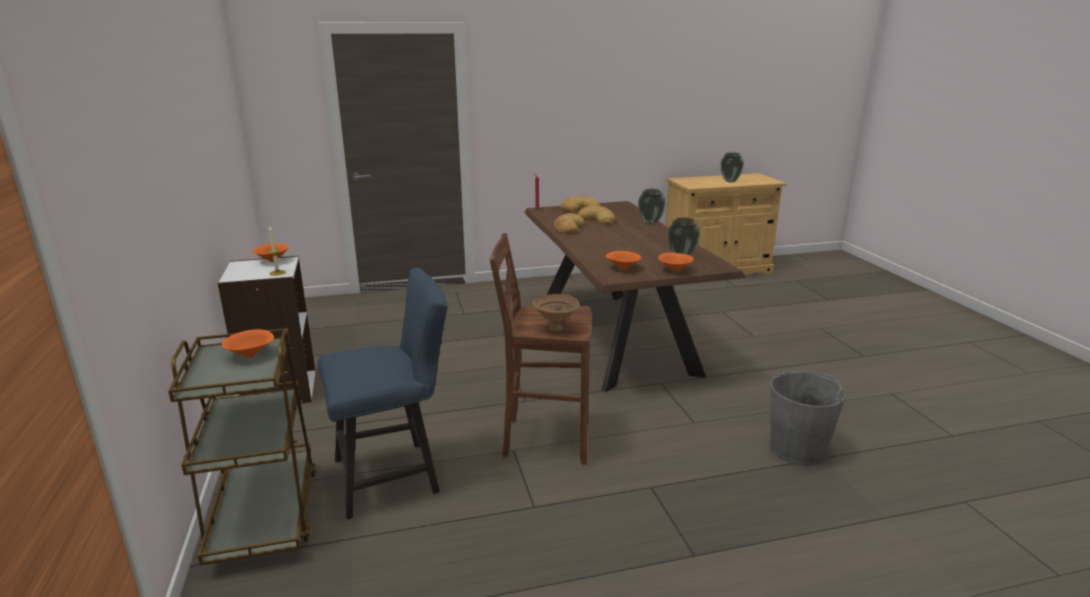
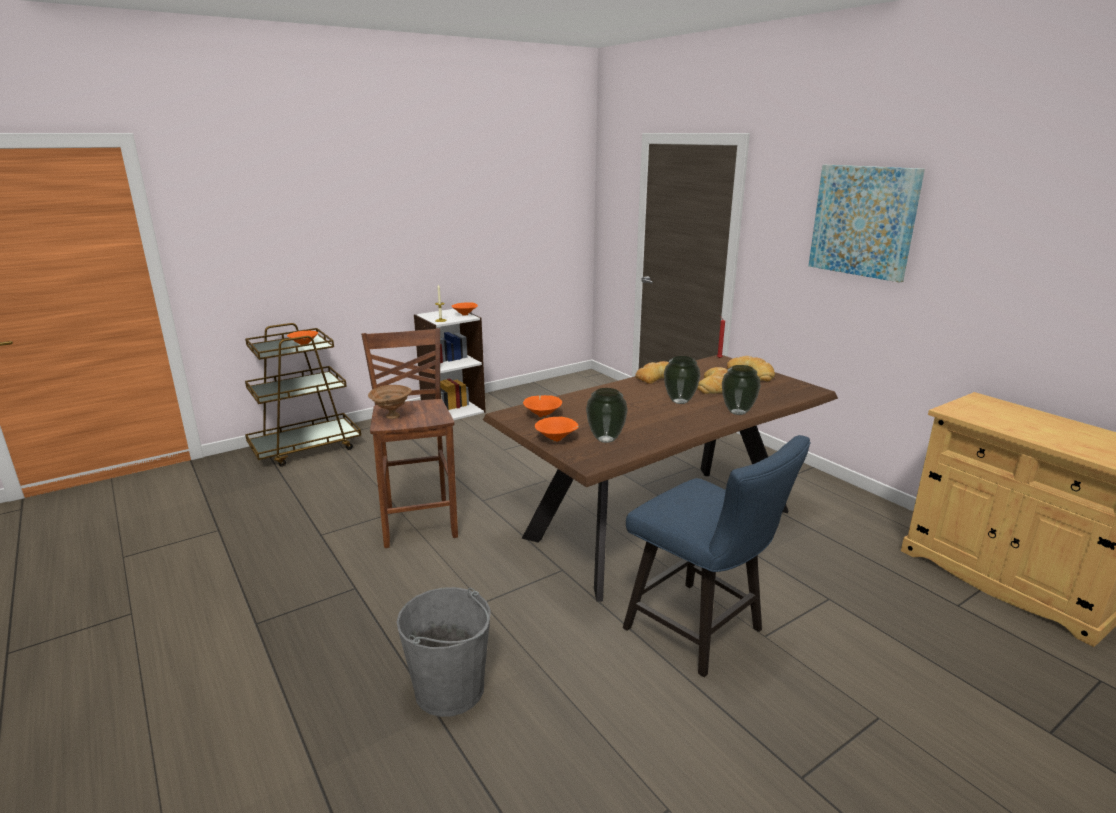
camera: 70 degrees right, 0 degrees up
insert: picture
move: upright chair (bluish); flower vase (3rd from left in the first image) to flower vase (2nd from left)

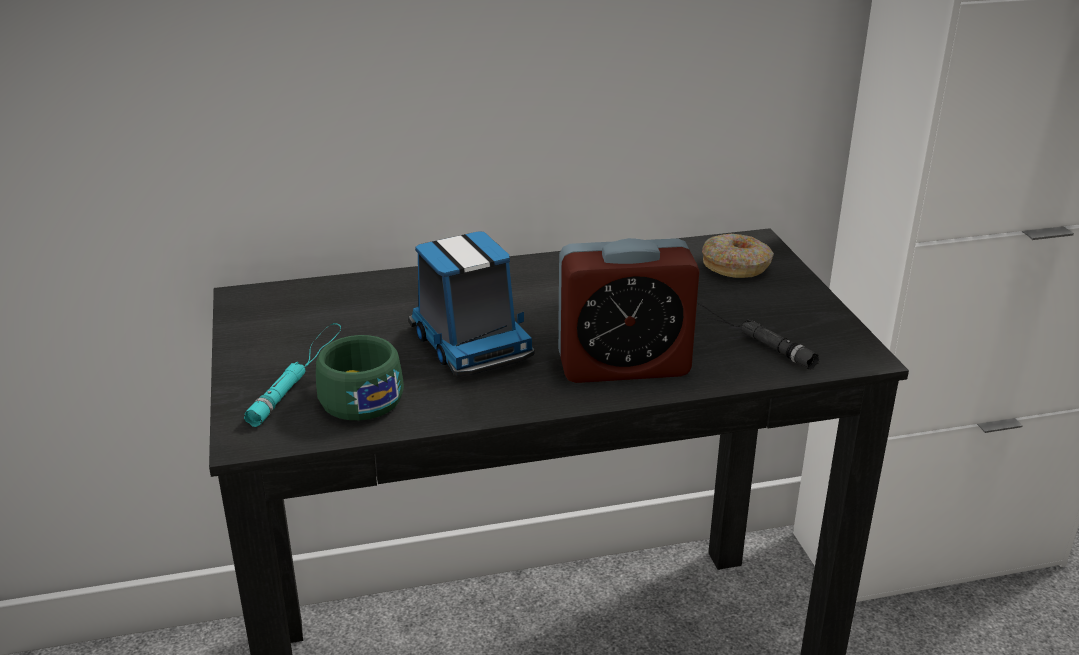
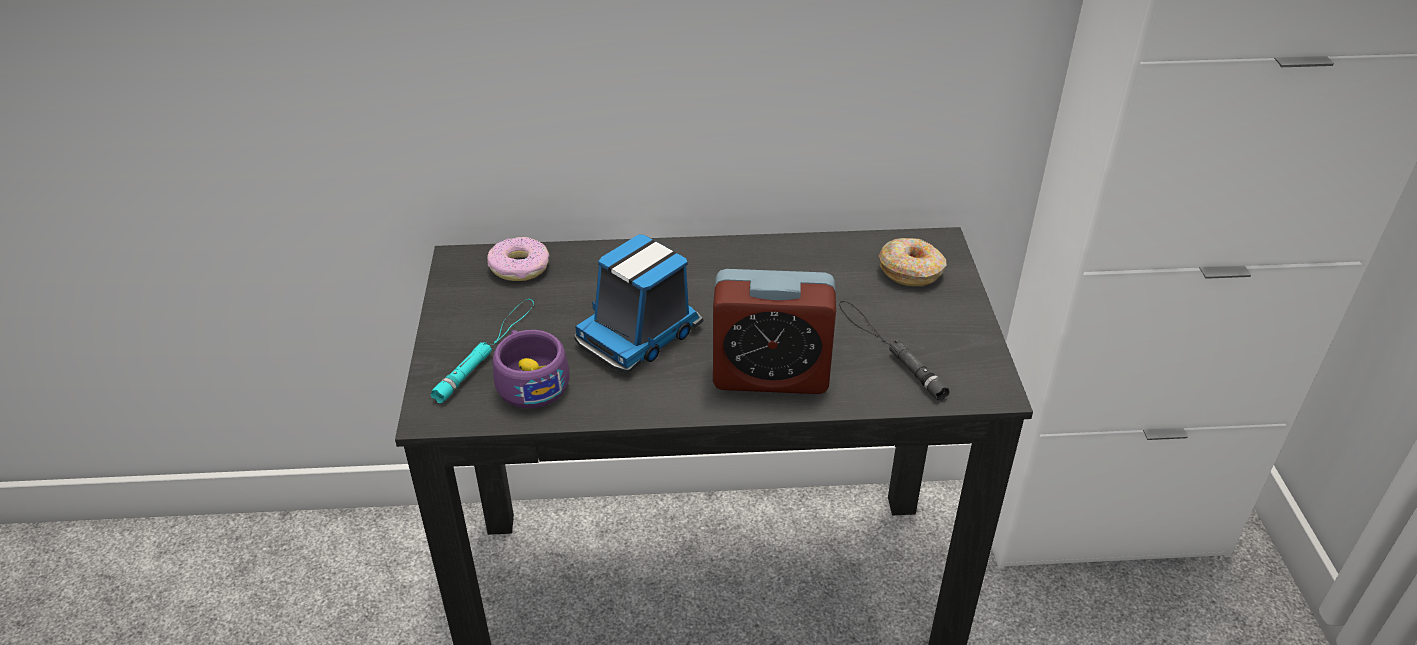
camera: 10 degrees right, 10 degrees up
insert: ring doughnut (1st from left)
recolor: drinking cup (green) to drinking cup (purple)
rotate: model truck 60 degrees clockwise

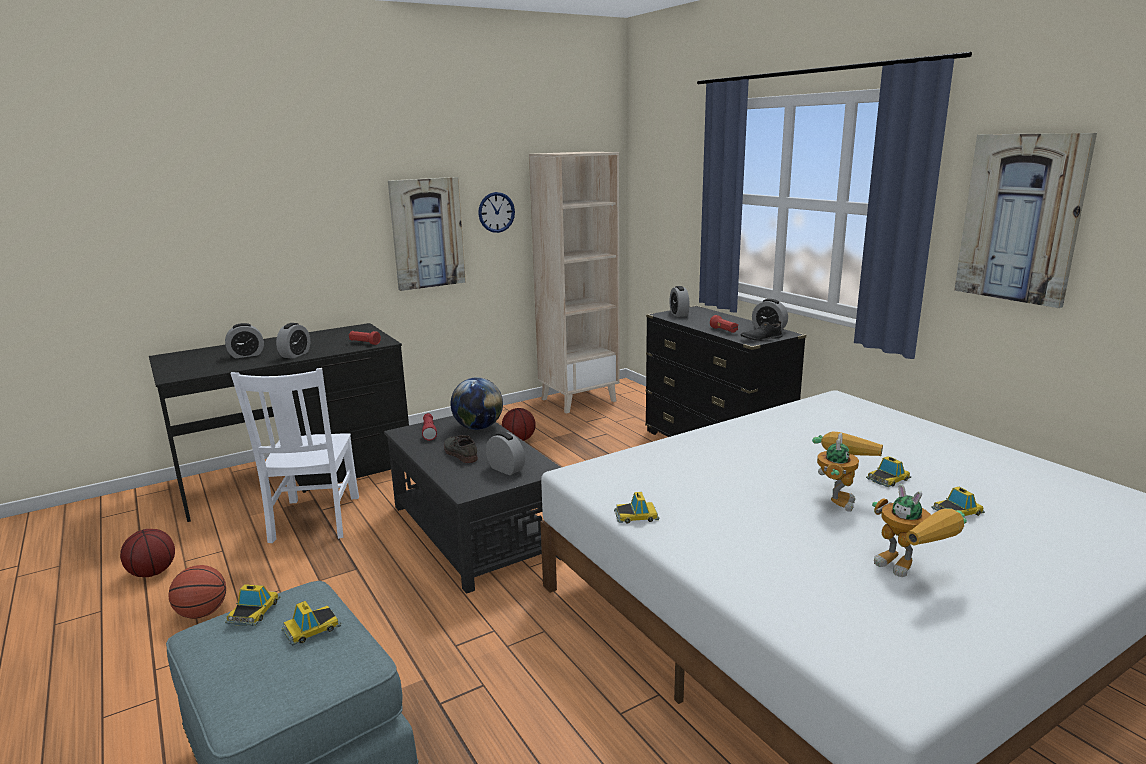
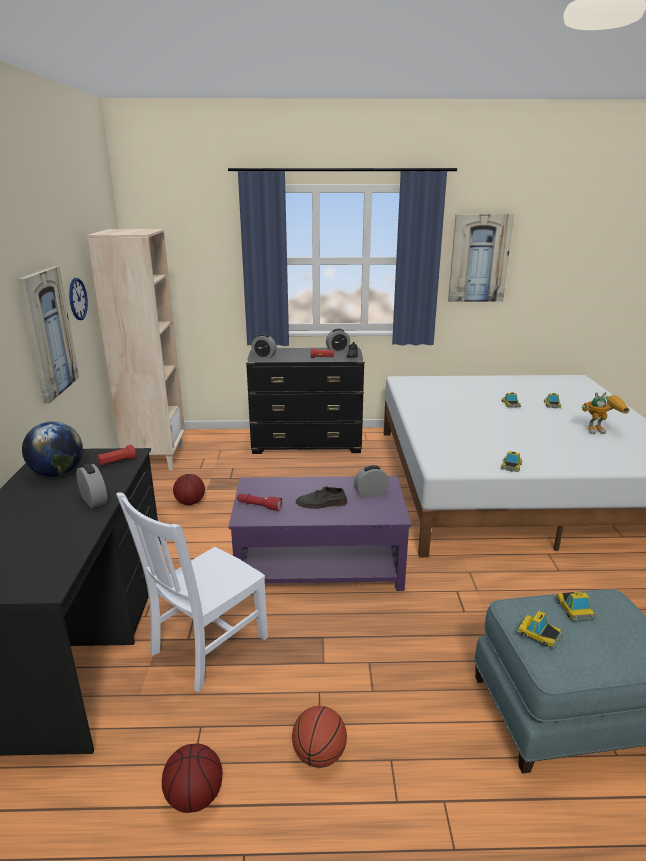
camera: 60 degrees left, 5 degrees up
delete: bedside clock (1st from left); toy robot (1st from left)
move: globe
recolor: coffee table (black) to coffee table (purple)
rotate: upright chair (white) 105 degrees clockwise

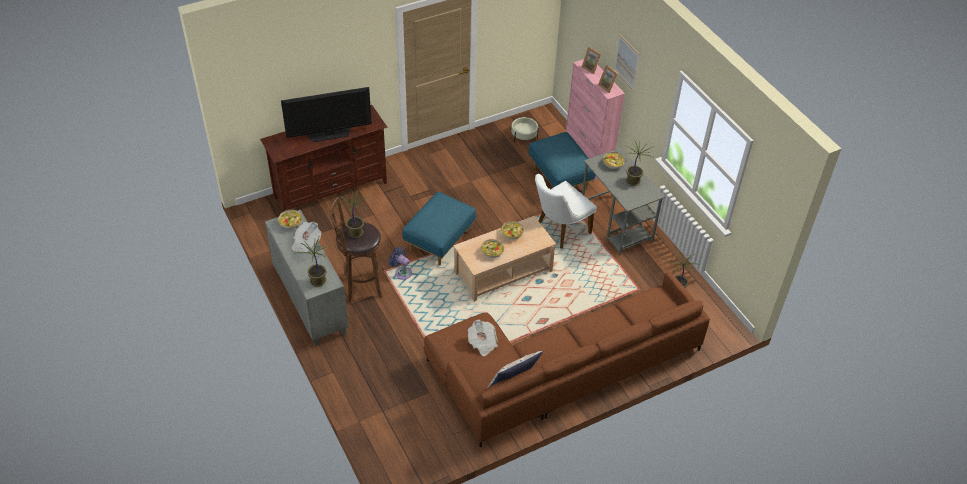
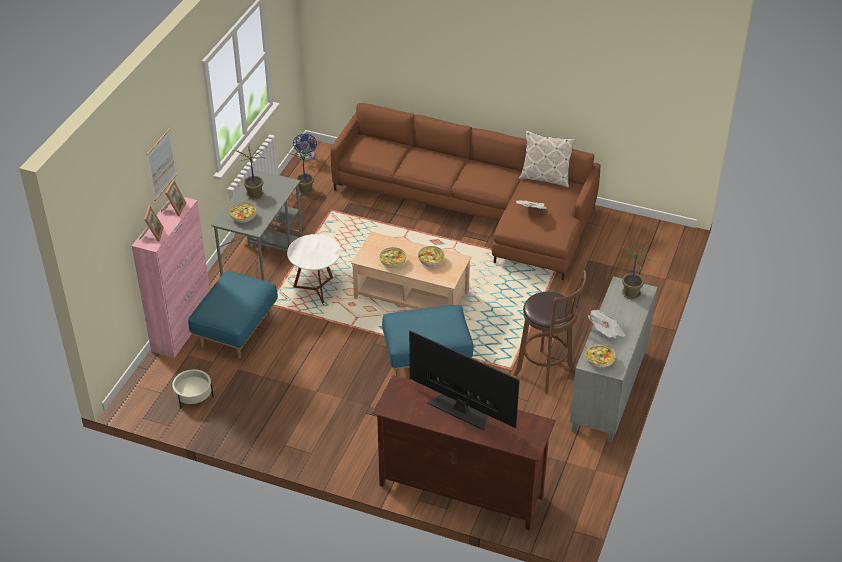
camera: 130 degrees left, 5 degrees down
delete: houseplant (2nd from left)
move: fan (bluish)
replace: upright chair (white) to accent table (white)

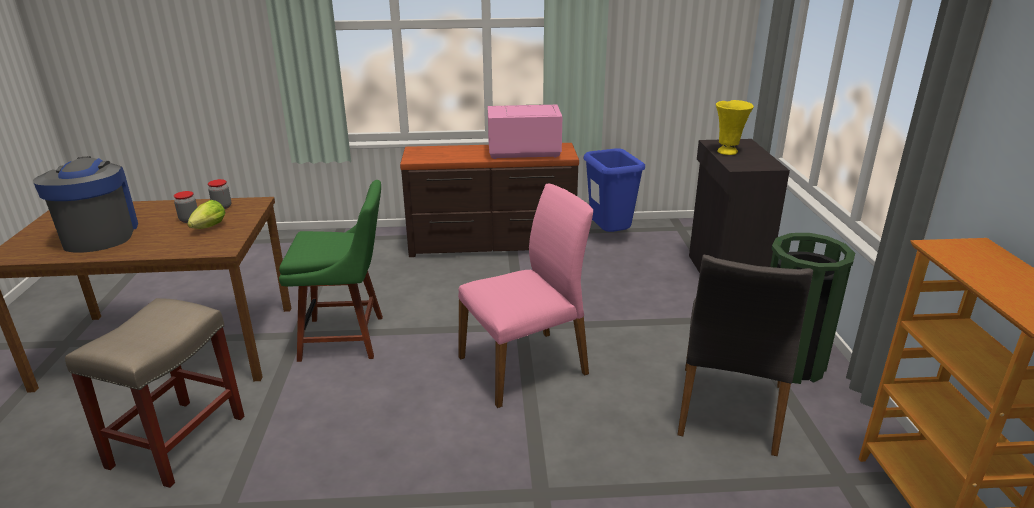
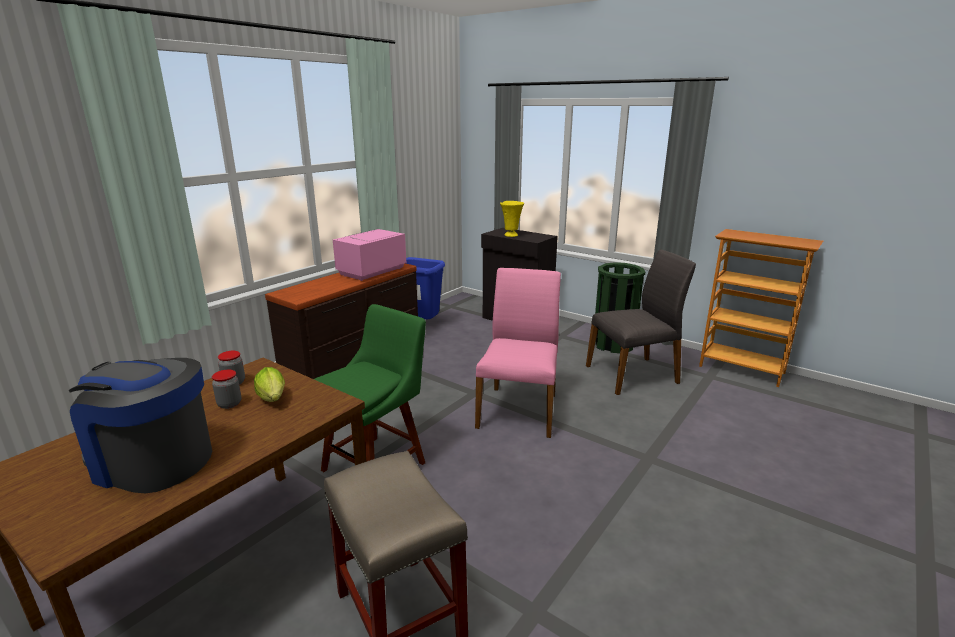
camera: 50 degrees left, 5 degrees down
rotate: upright chair (gray) 75 degrees counterclockwise

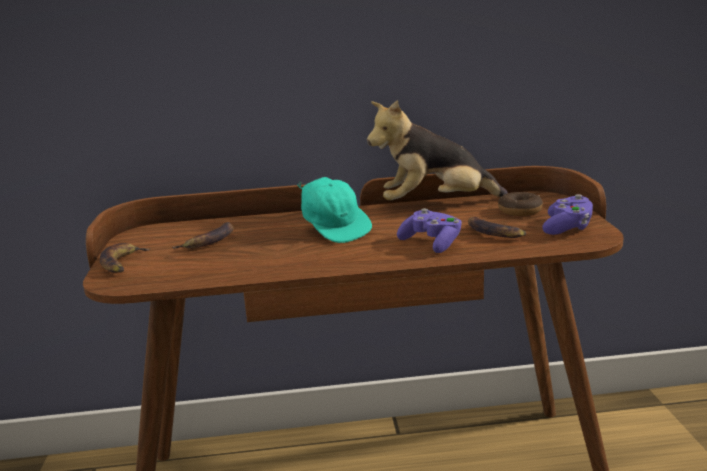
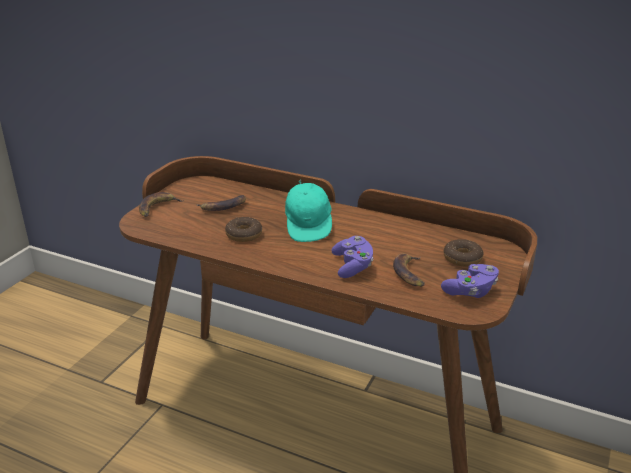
camera: 30 degrees right, 10 degrees up
delete: cuddly toy
insert: ring doughnut (1st from left)

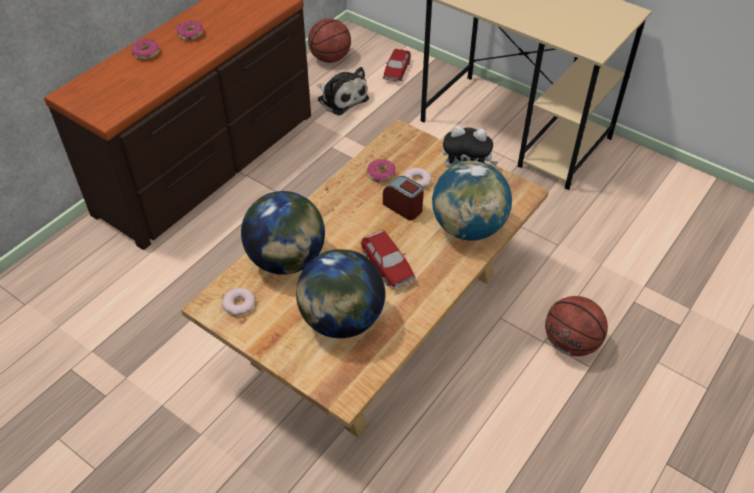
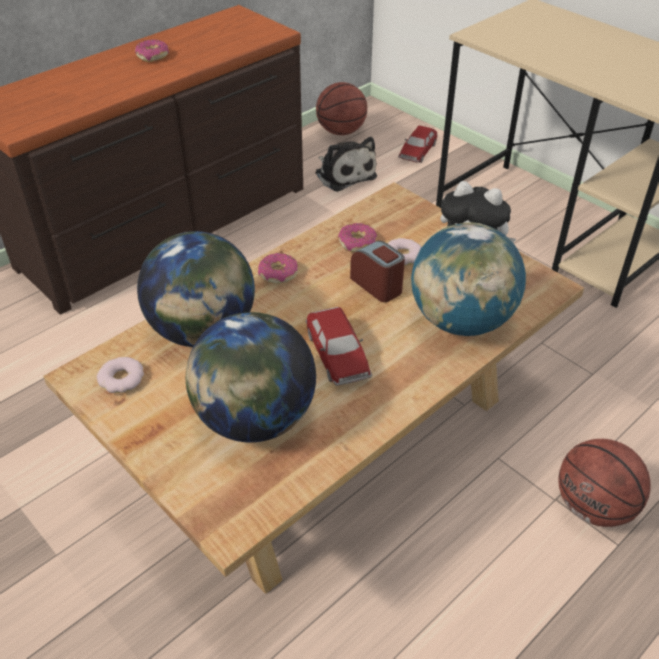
camera: 10 degrees right, 5 degrees down
move: ring doughnut (1st from left in the first image) to ring doughnut (3rd from left)

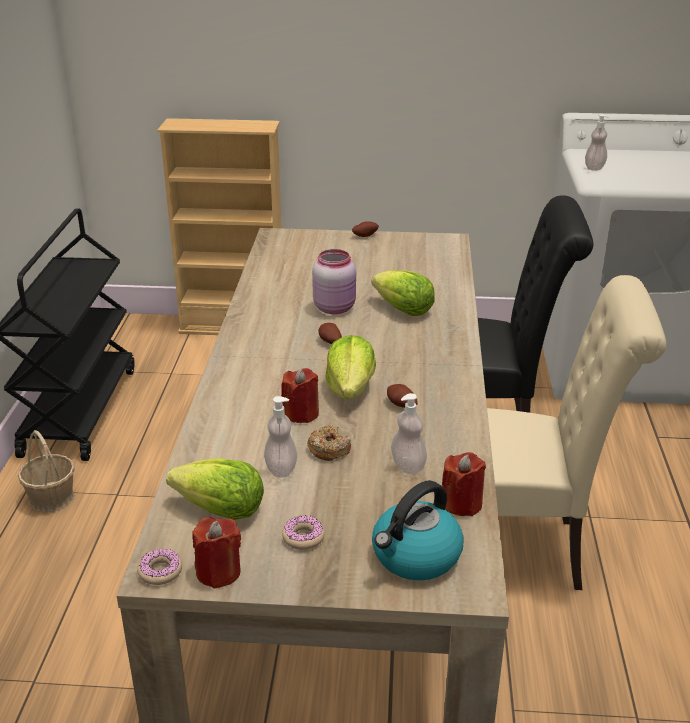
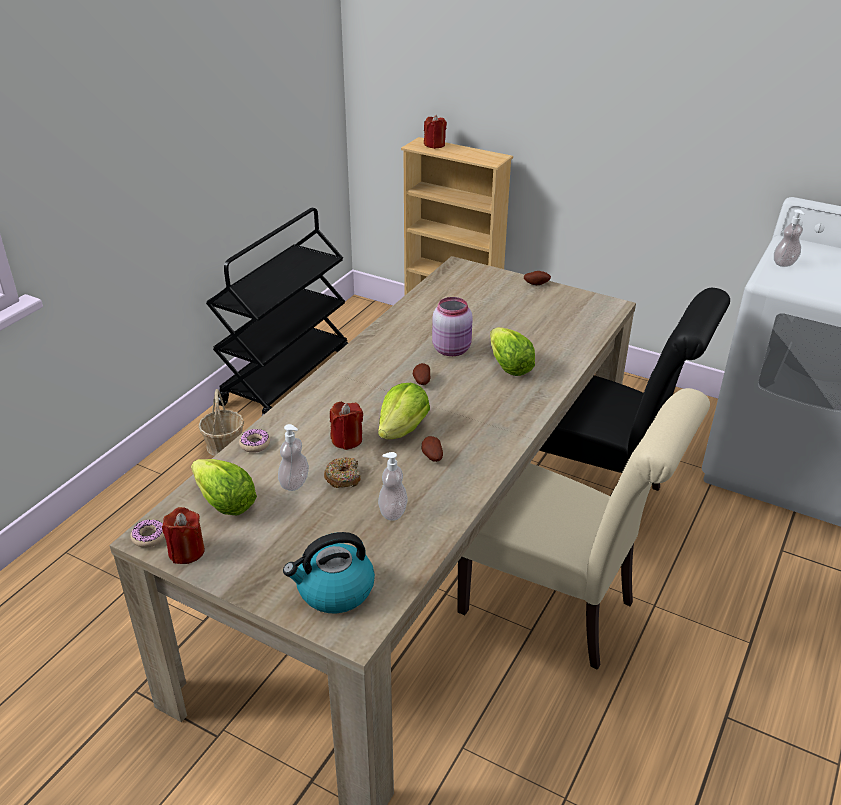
camera: 25 degrees right, 5 degrees up
move: ring doughnut (2nd from left); wax light (red-coloured) (3rd from left)

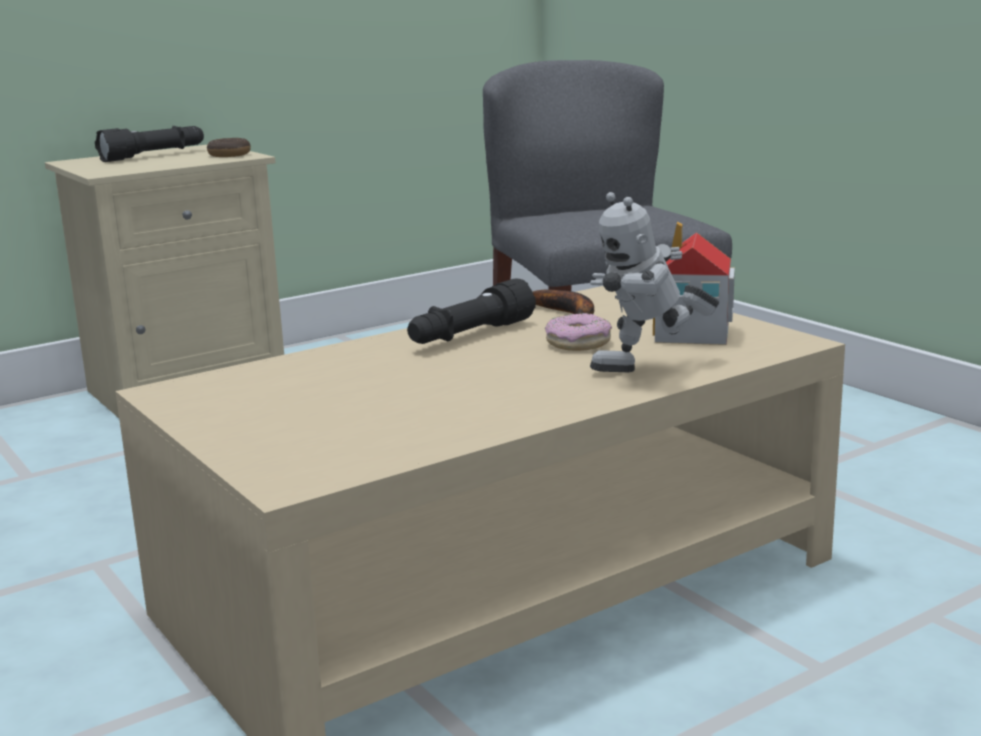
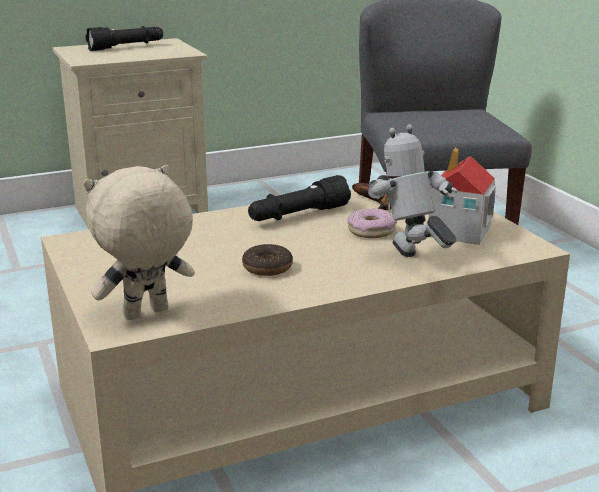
camera: 10 degrees right, 5 degrees up
insert: cuddly toy (beige-coloured)
move: ring doughnut (1st from left)
rotate: toy robot 75 degrees clockwise

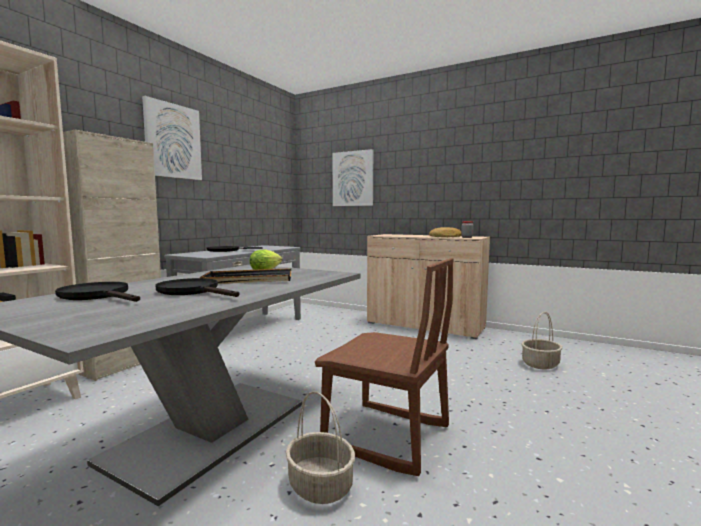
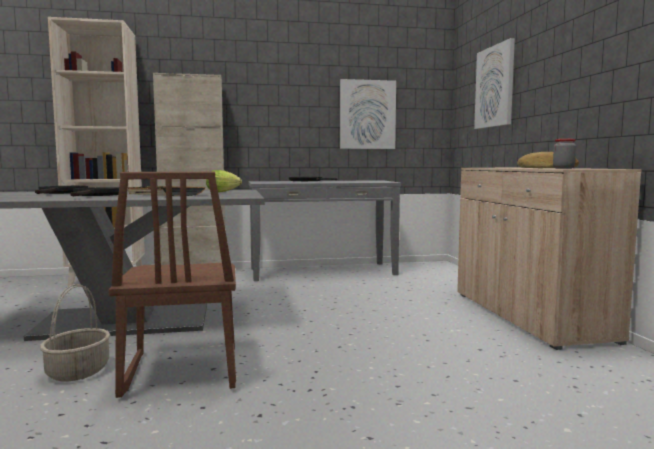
camera: 50 degrees right, 0 degrees up
delete: household basket (2nd from left)
move: picture (1st from left)

